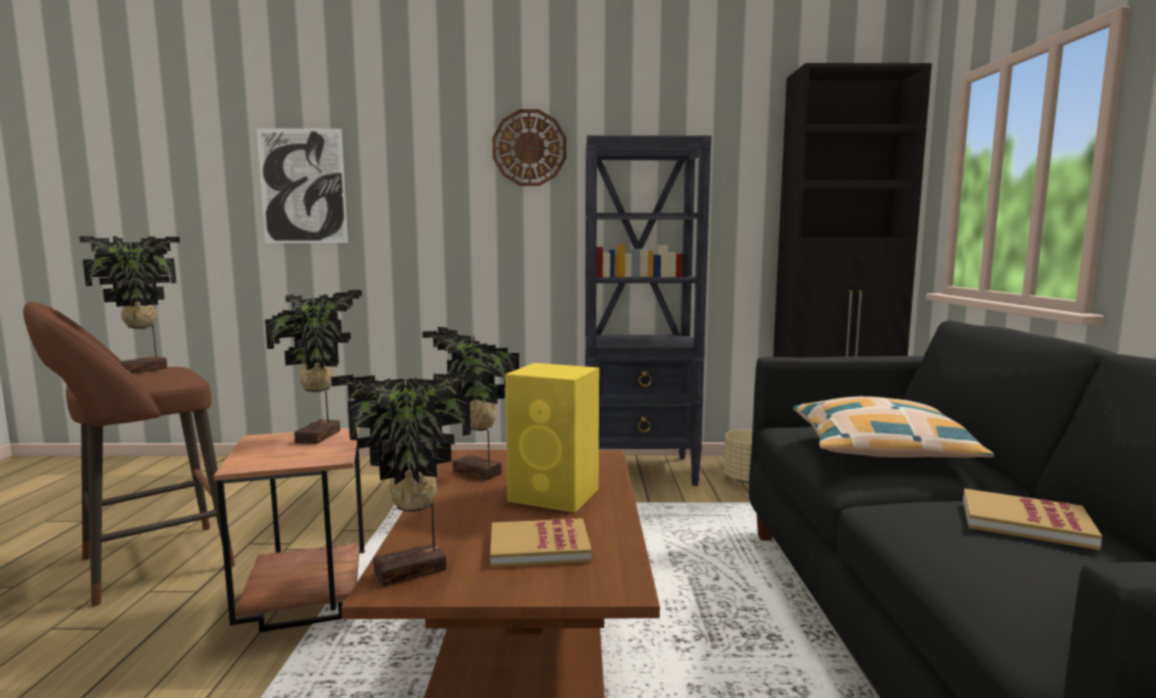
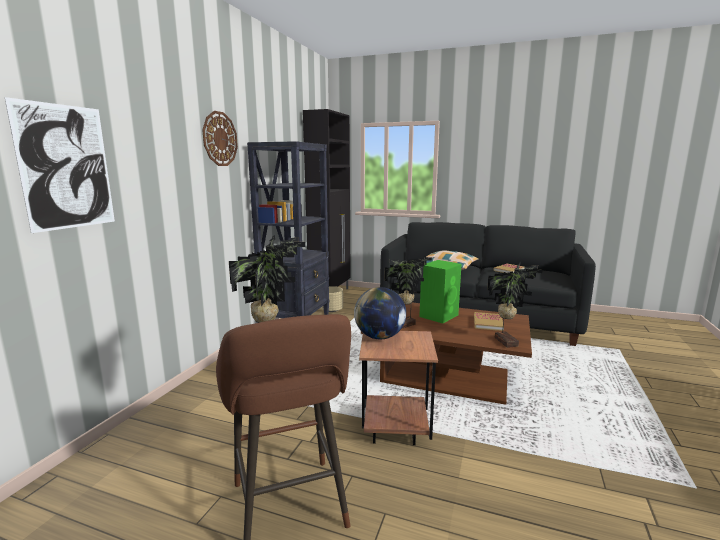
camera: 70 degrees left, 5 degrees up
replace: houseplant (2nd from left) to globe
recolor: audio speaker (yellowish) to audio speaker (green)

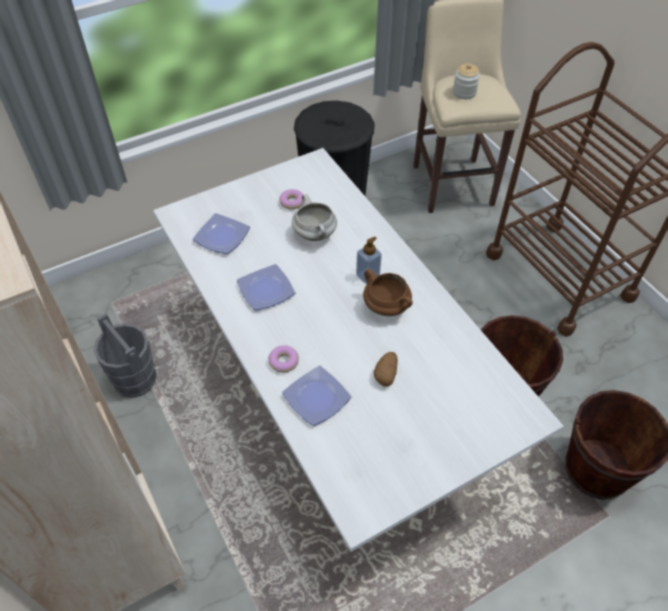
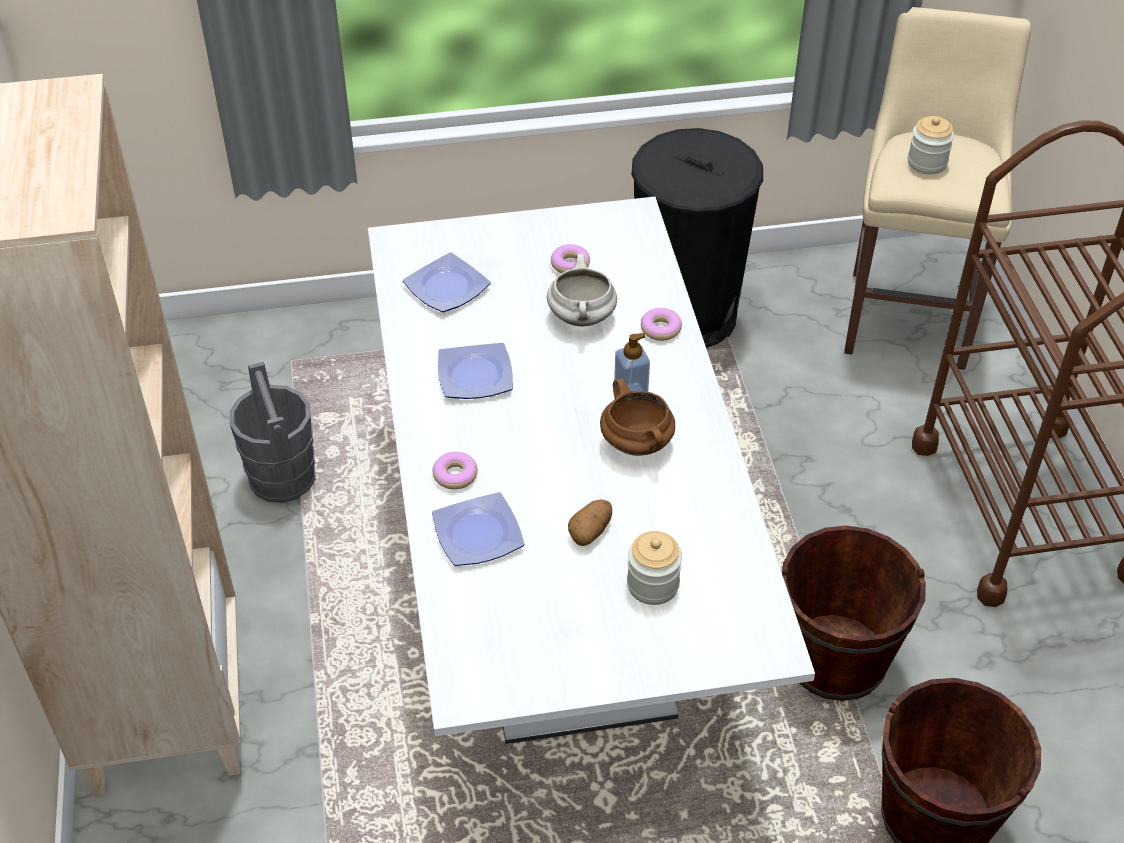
camera: 20 degrees right, 5 degrees down
insert: storage jar (1st from left); ring doughnut (3rd from left)

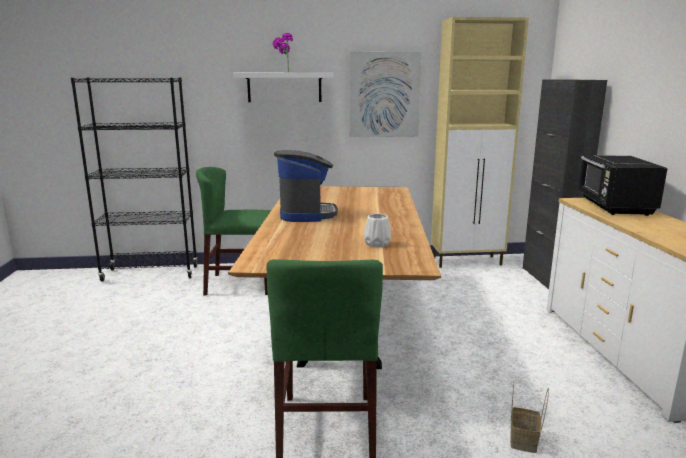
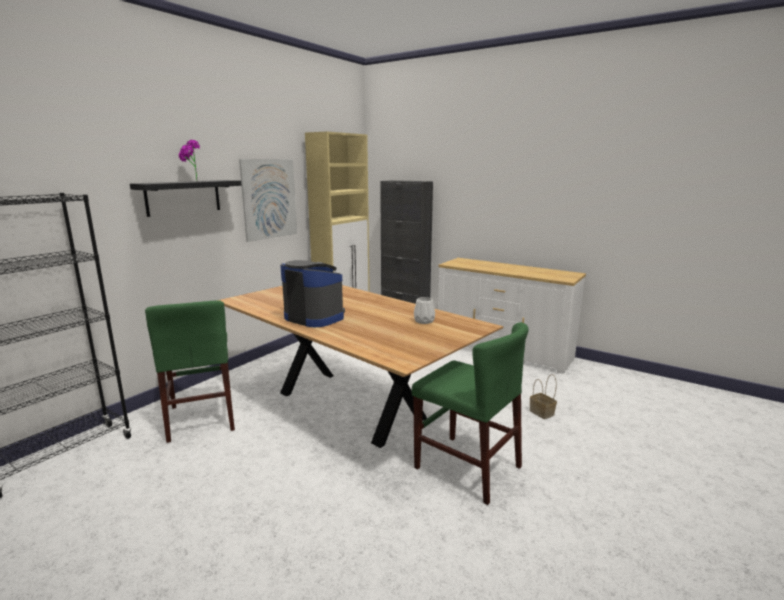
camera: 50 degrees left, 0 degrees up
delete: microwave oven (black)
recolor: wall shelf (white) to wall shelf (black)
rotate: upright chair (green) (1st from left) 60 degrees counterclockwise

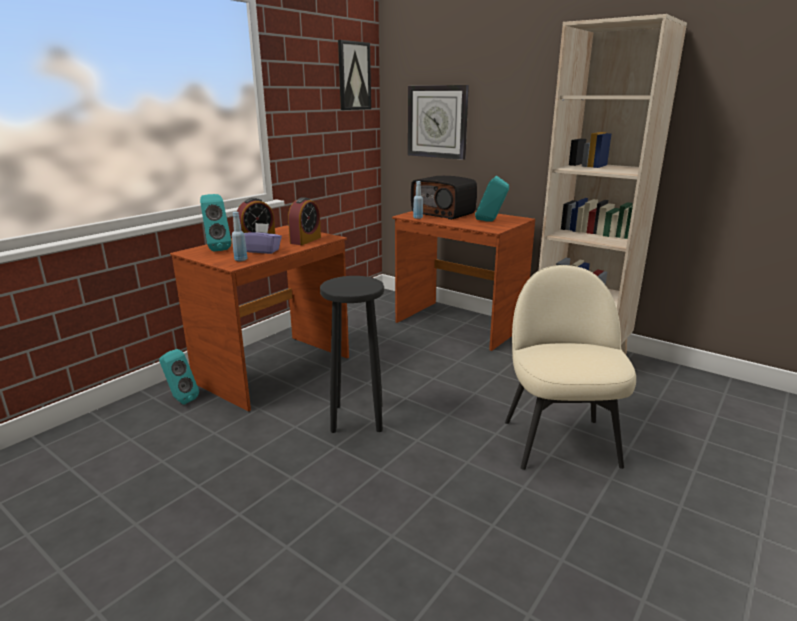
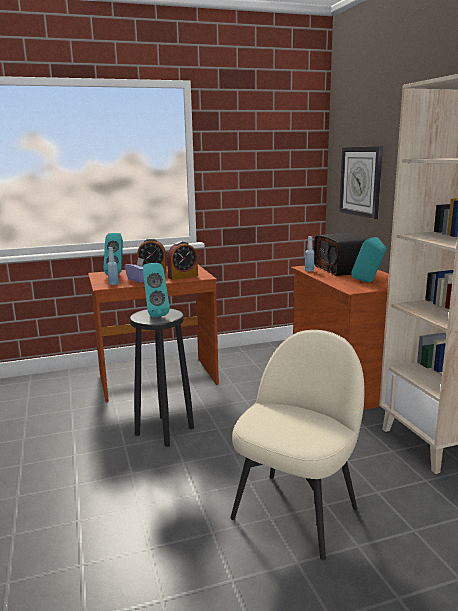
camera: 35 degrees right, 5 degrees down
delete: picture
move: audio speaker (blue-green) (1st from left in the first image) to audio speaker (blue-green) (2nd from left)

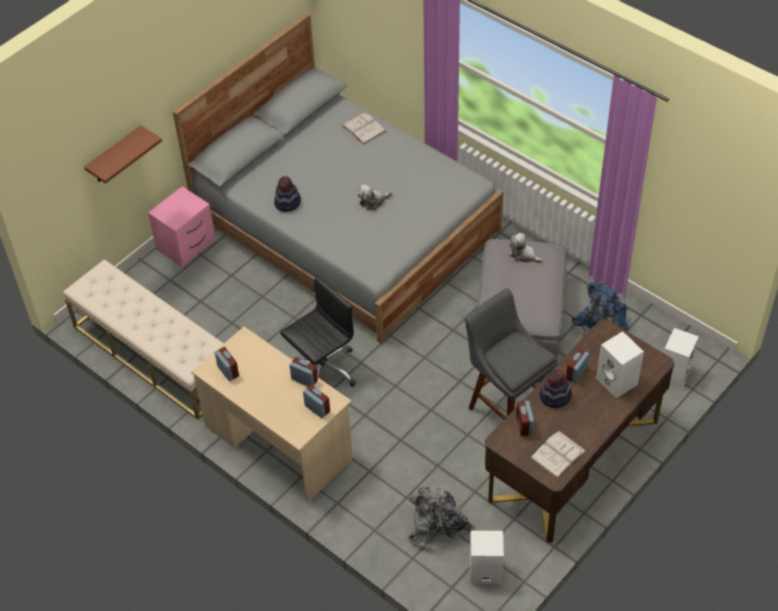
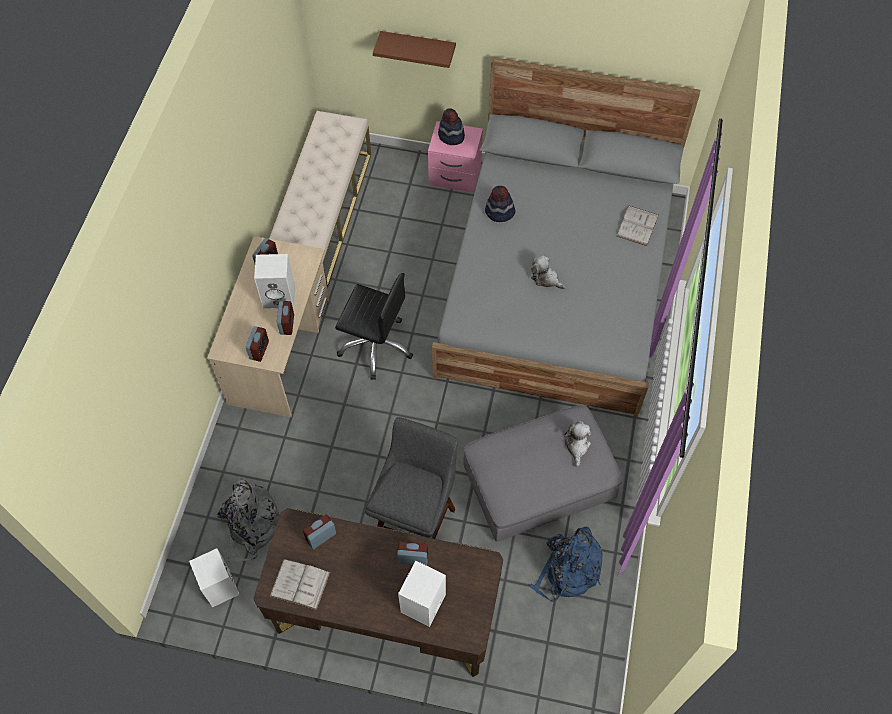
camera: 60 degrees right, 10 degrees up
move: audio speaker (white) (3rd from left in the first image) to audio speaker (white) (2nd from left); hat (2nd from left in the first image) to hat (1st from left)

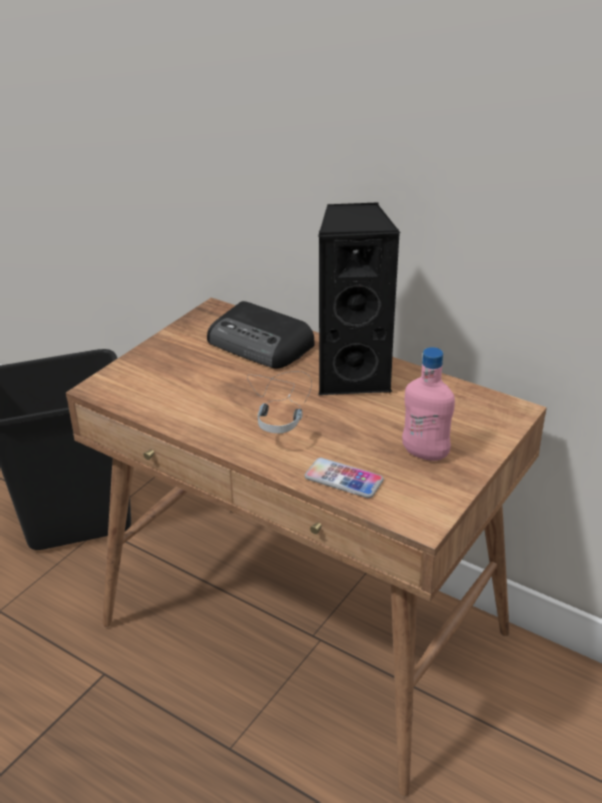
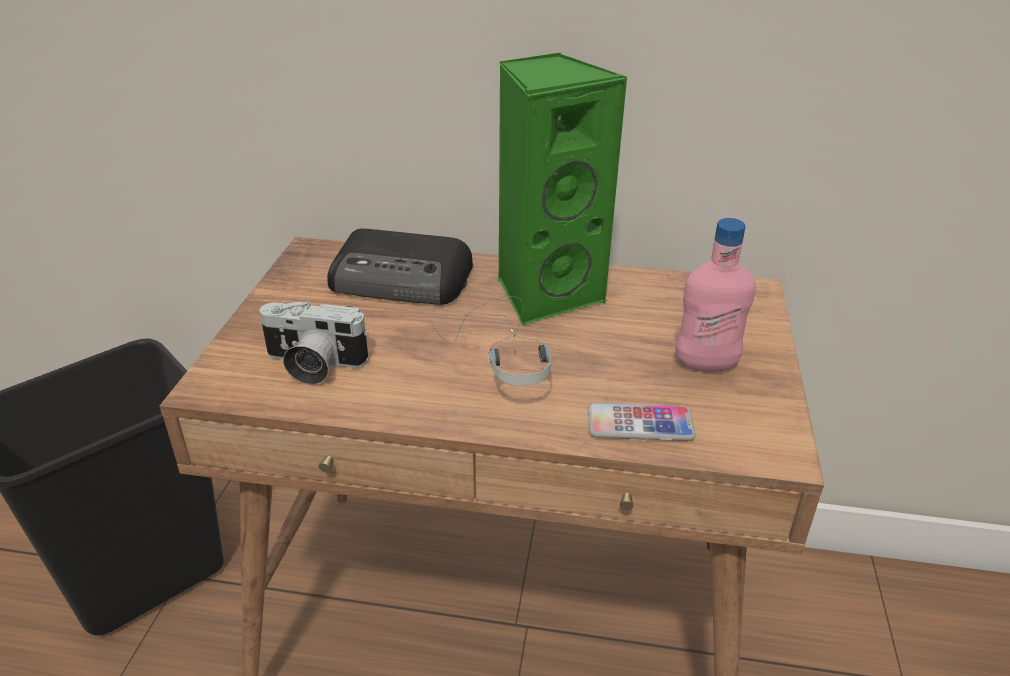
camera: 25 degrees left, 0 degrees up
insert: photo camera
recolor: audio speaker (black) to audio speaker (green)

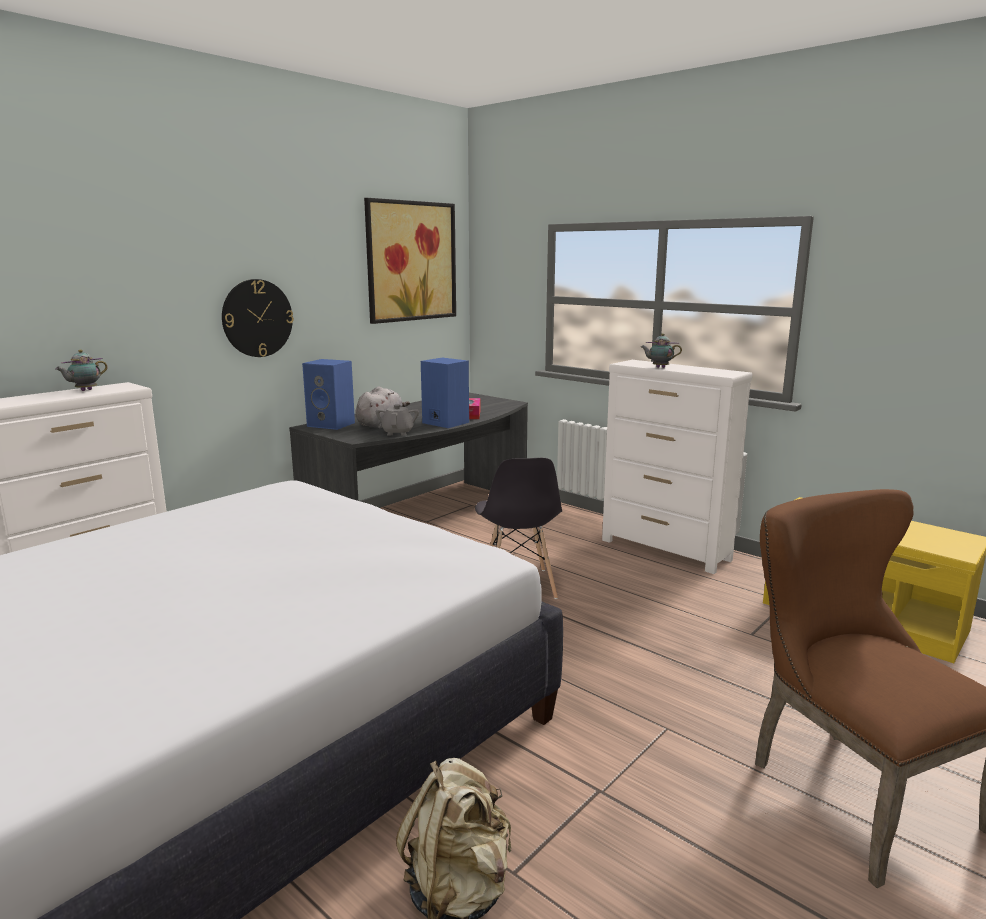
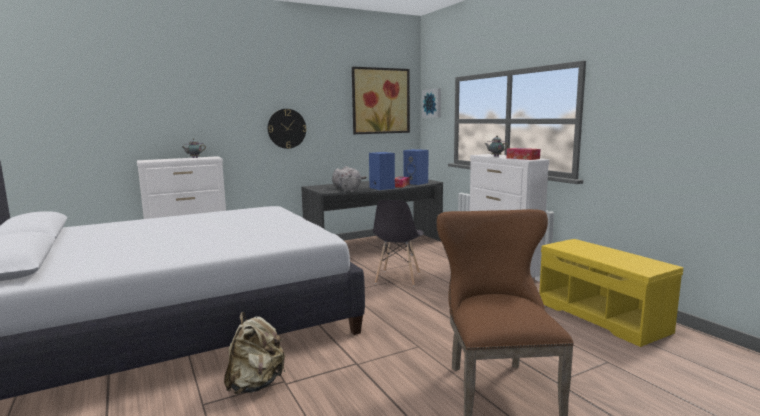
camera: 20 degrees right, 5 degrees down
insert: picture (2nd from left); tissue box (2nd from left)
move: audio speaker (bluish) (1st from left in the first image) to audio speaker (bluish) (2nd from left)

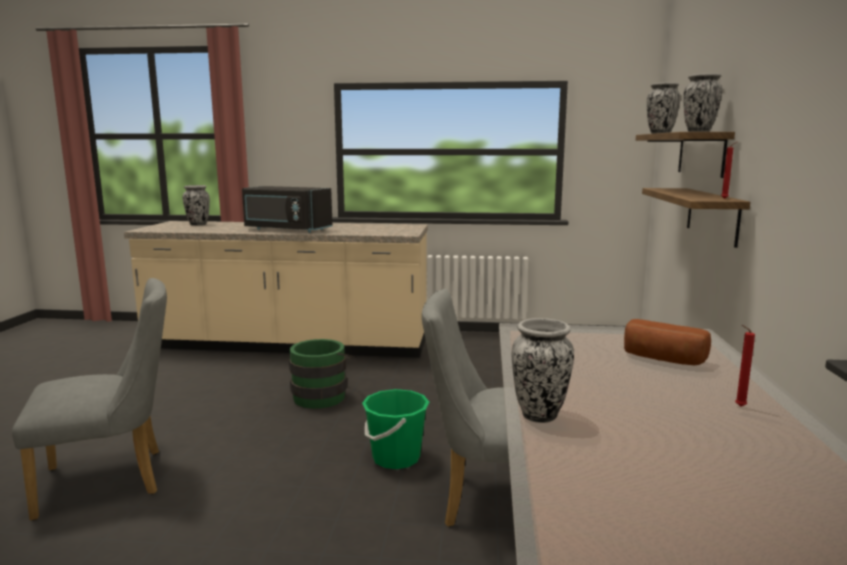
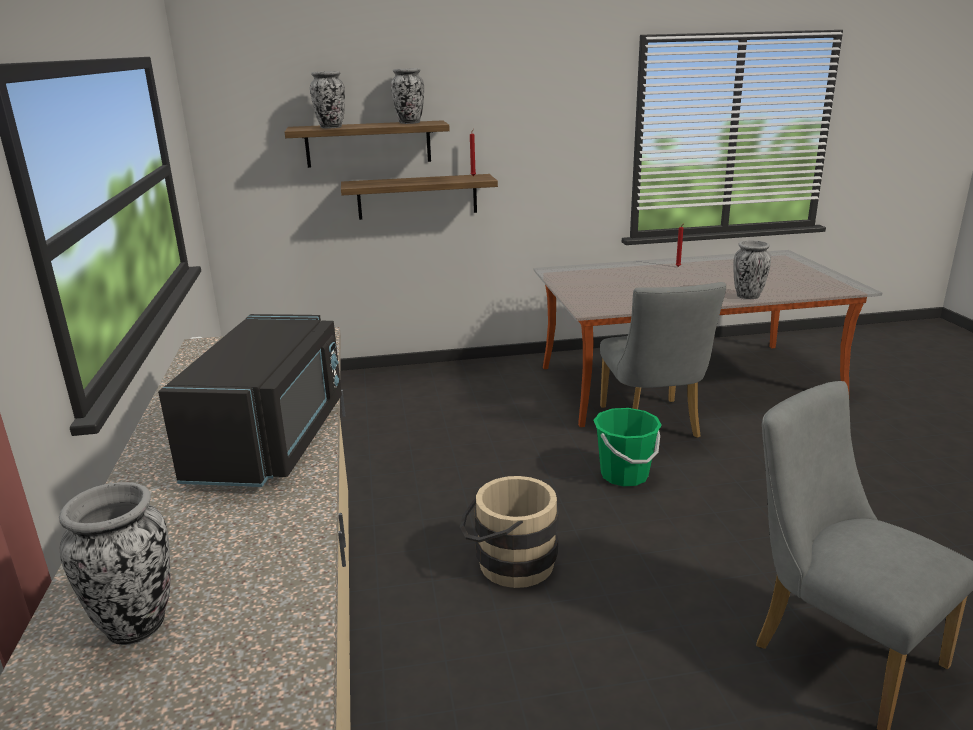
camera: 105 degrees left, 10 degrees up
delete: baked bread
recolor: water bucket (green) (1st from left) to water bucket (beige-coloured)

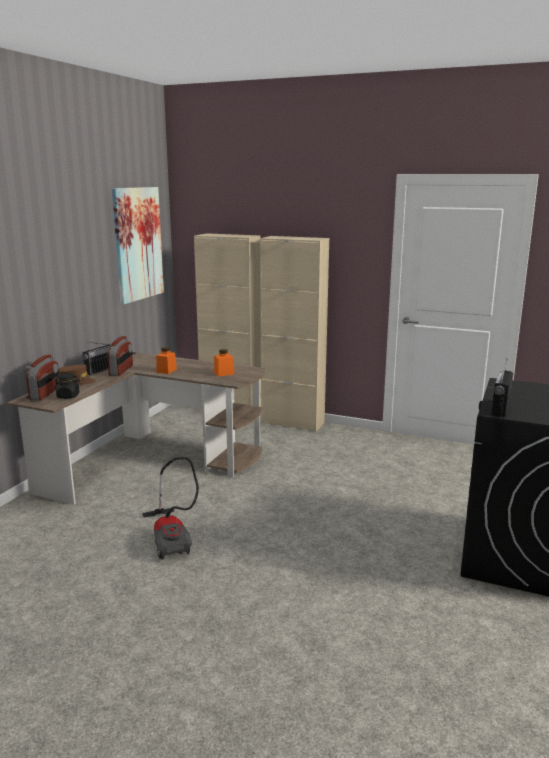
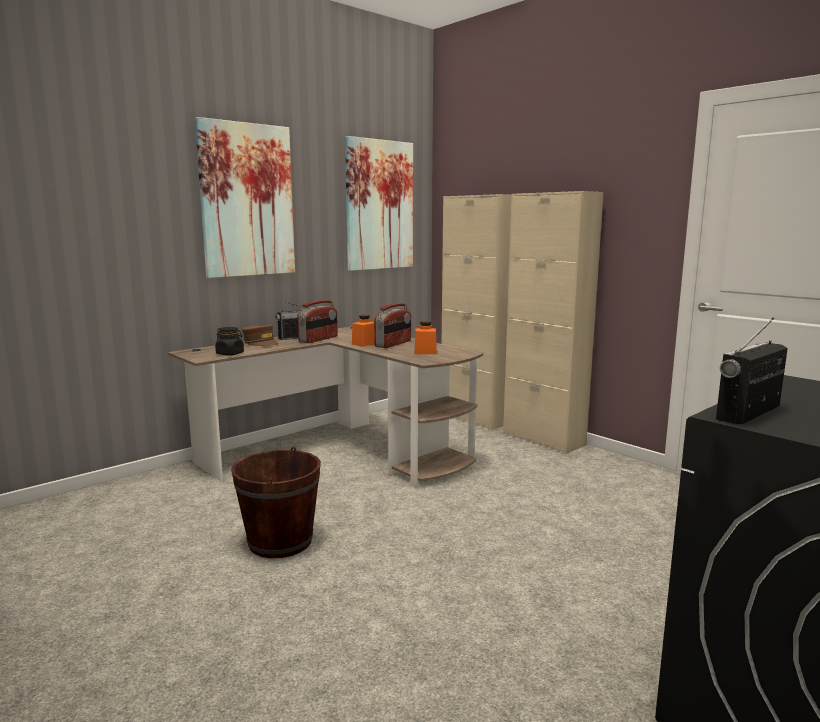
camera: 25 degrees right, 5 degrees down
insert: picture (1st from left)
move: radio set (1st from left in the first image) to radio set (3rd from left)
replace: vacuum cleaner to water bucket (brownish)

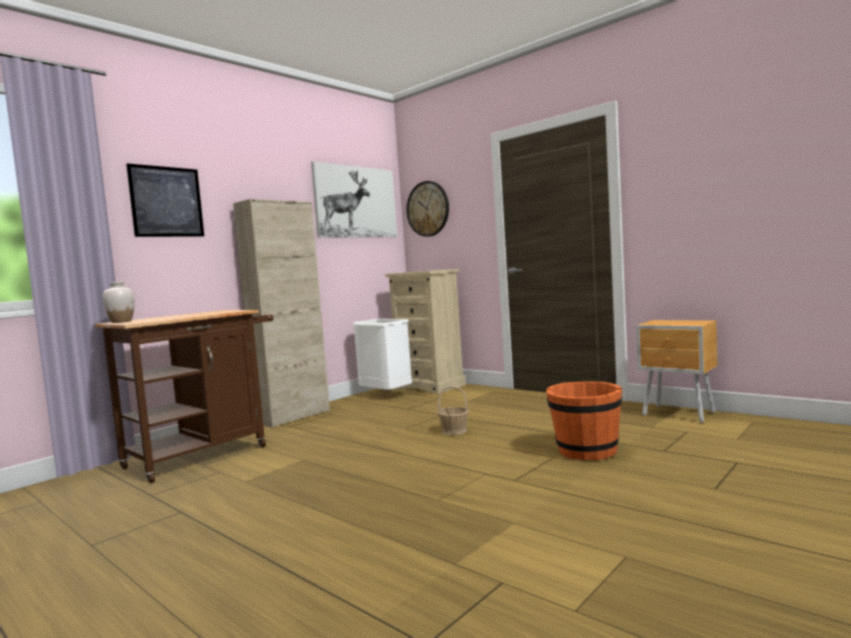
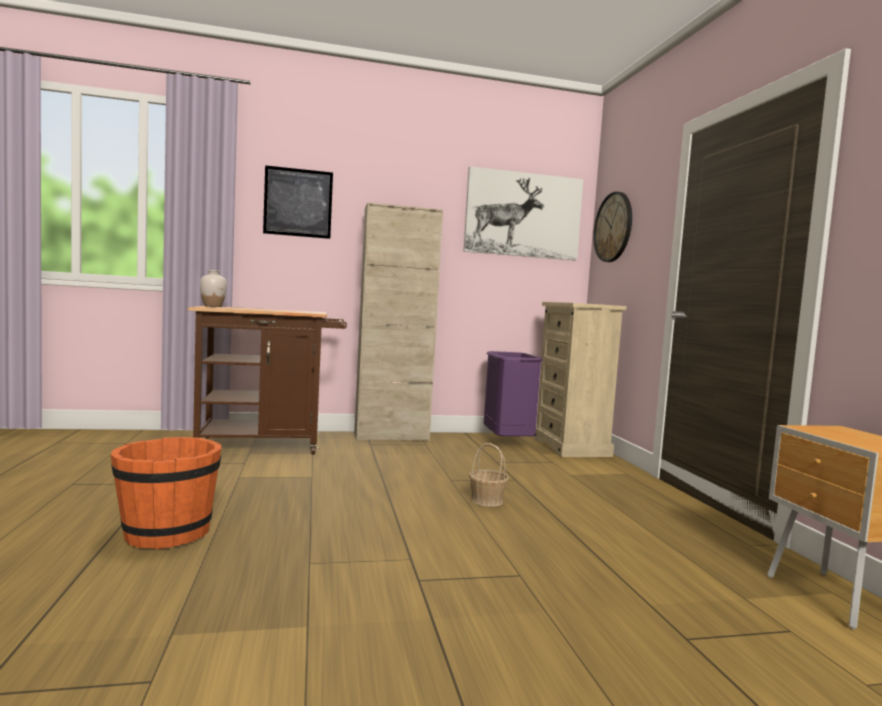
camera: 35 degrees right, 0 degrees up
move: water bucket (orange-coloured)
recolor: trash can (white) to trash can (purple)

